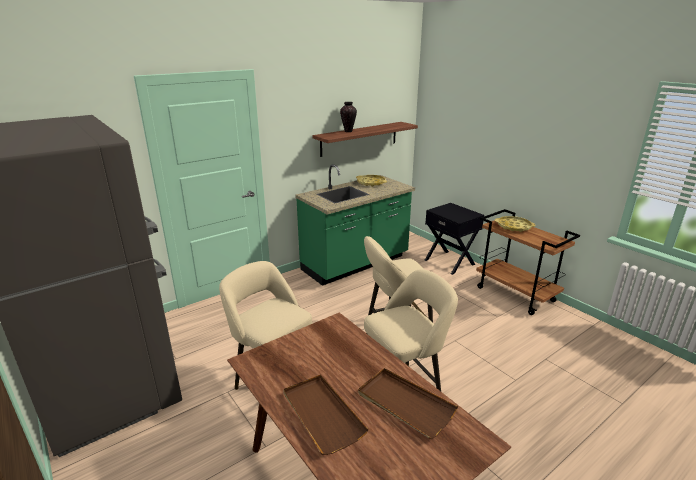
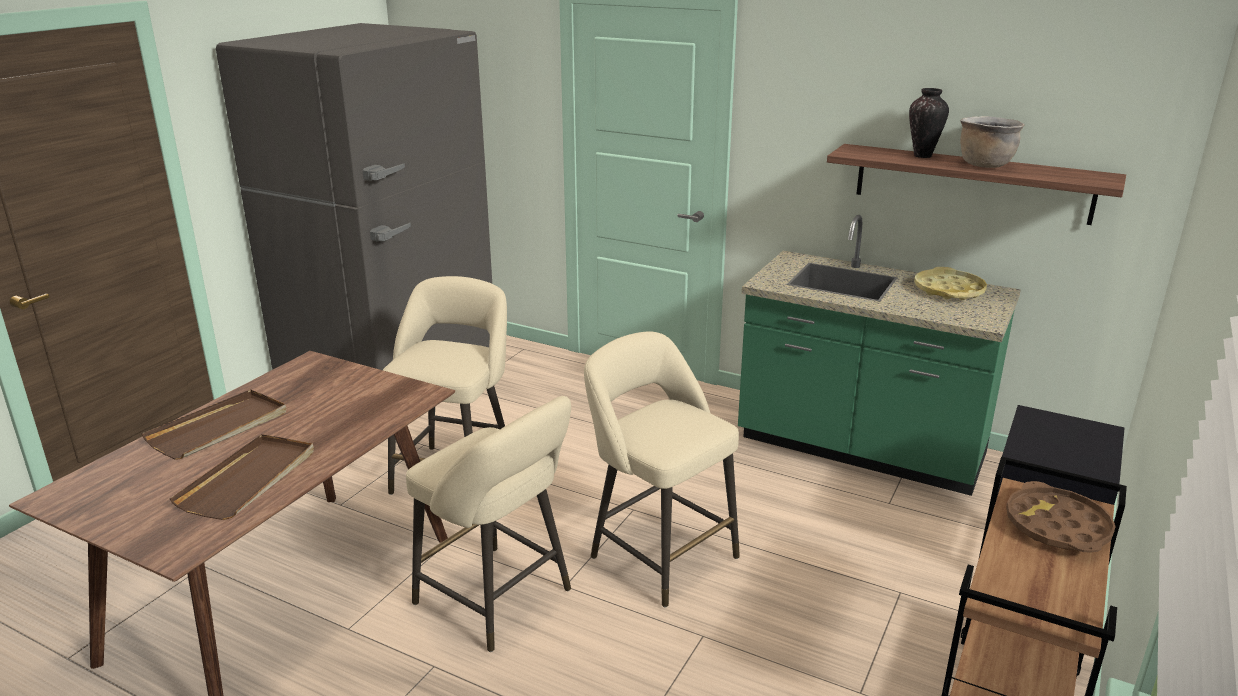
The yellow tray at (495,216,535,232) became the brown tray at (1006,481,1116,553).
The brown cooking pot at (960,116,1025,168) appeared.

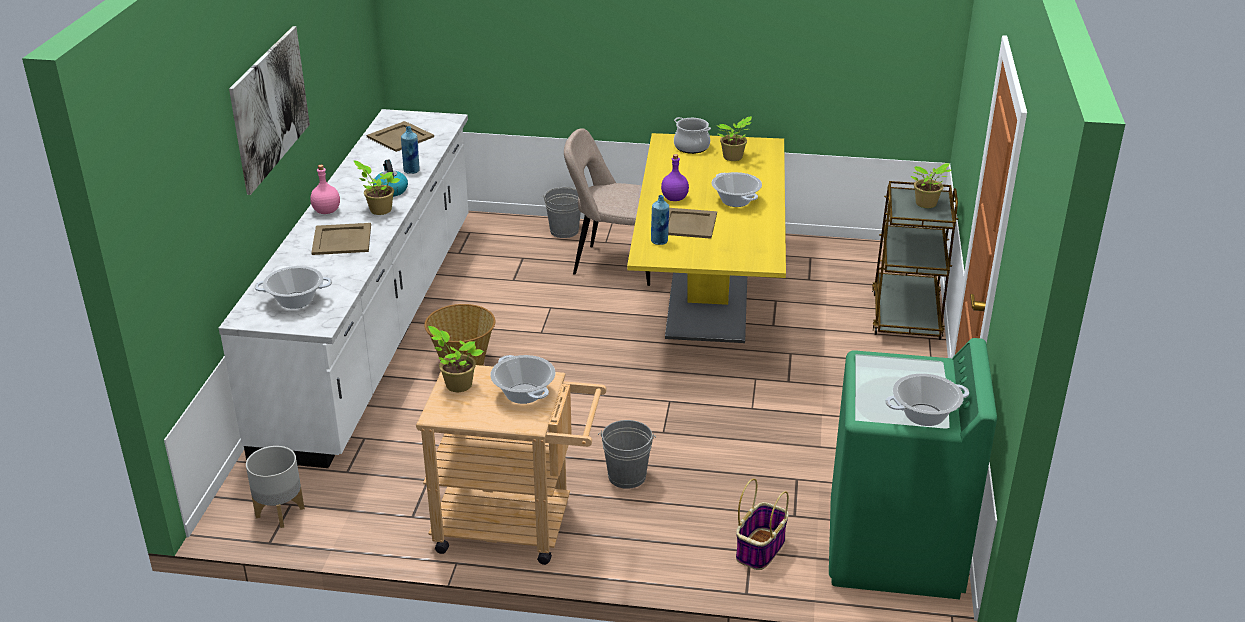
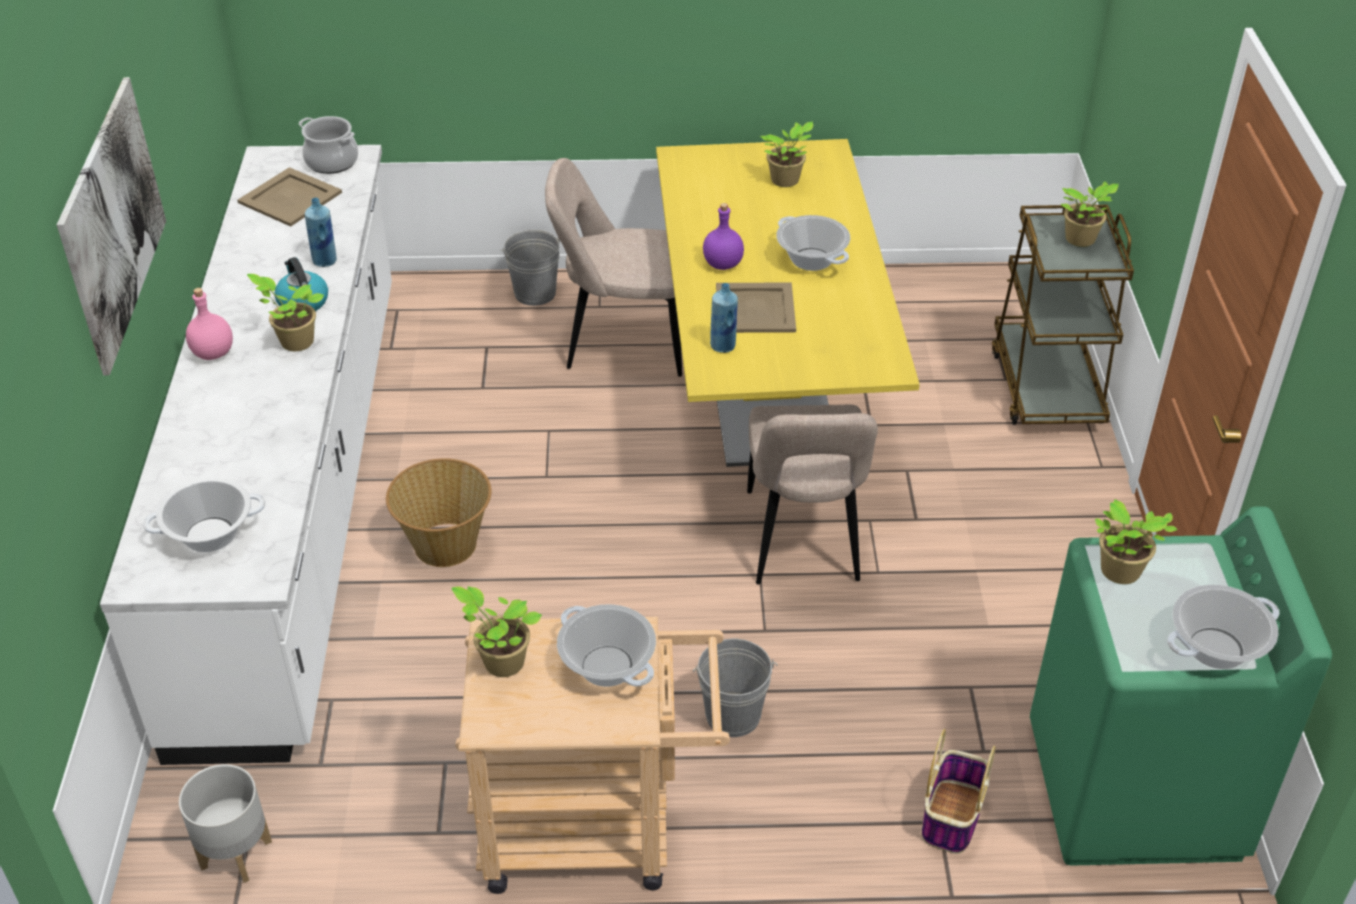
The cooking pot moved from (674,117,711,154) to (299,116,358,174).
The beige tray at (311,223,371,255) disappeared.
The beige chair at (747,405,878,585) appeared.
The potted plant at (1095,499,1177,584) appeared.

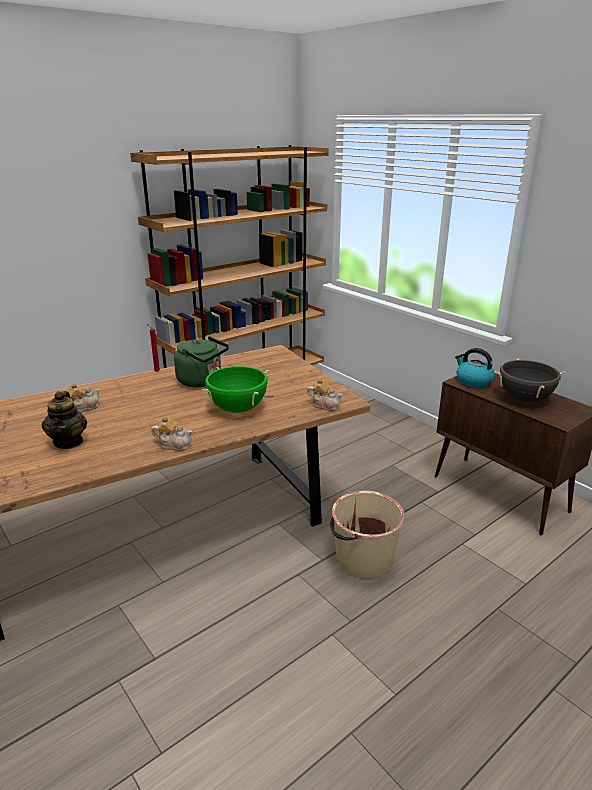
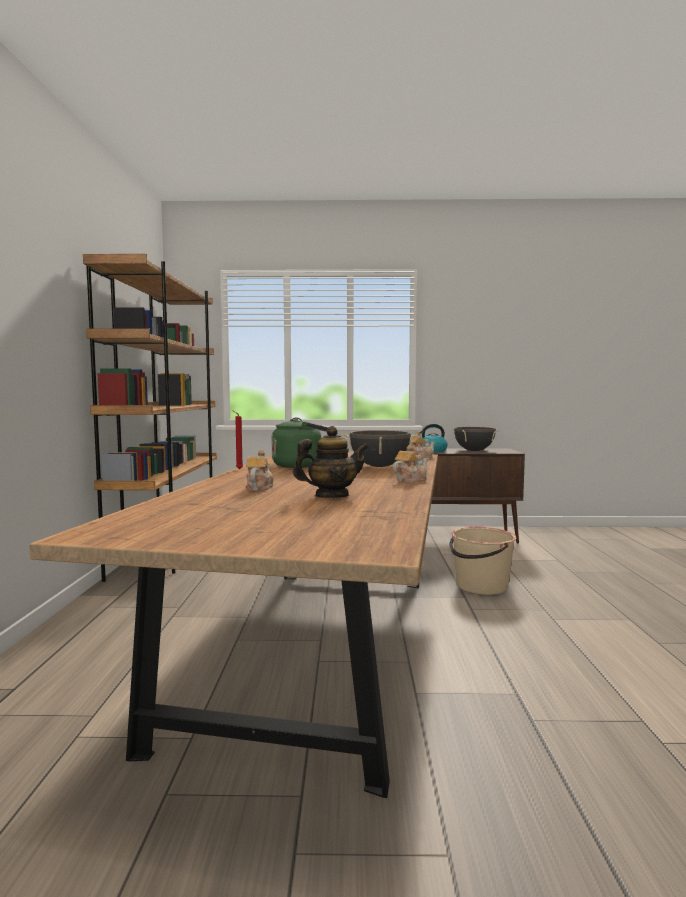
The green cooking pot at (202,366,269,413) became the black cooking pot at (342,430,418,467).
The teapot at (42,391,87,449) turned 45 degrees counterclockwise.

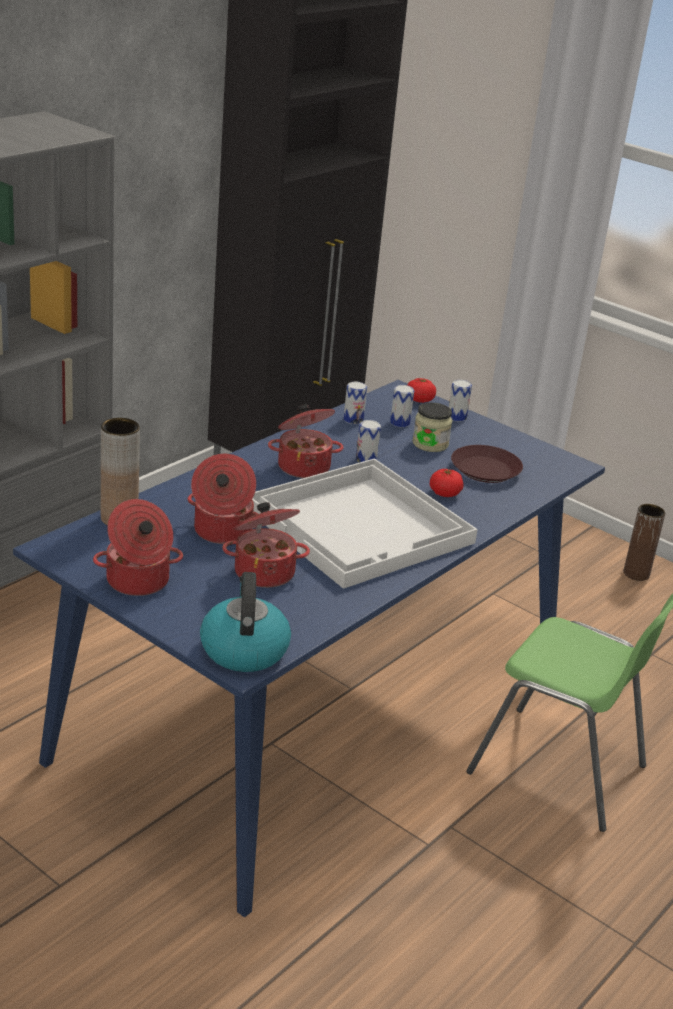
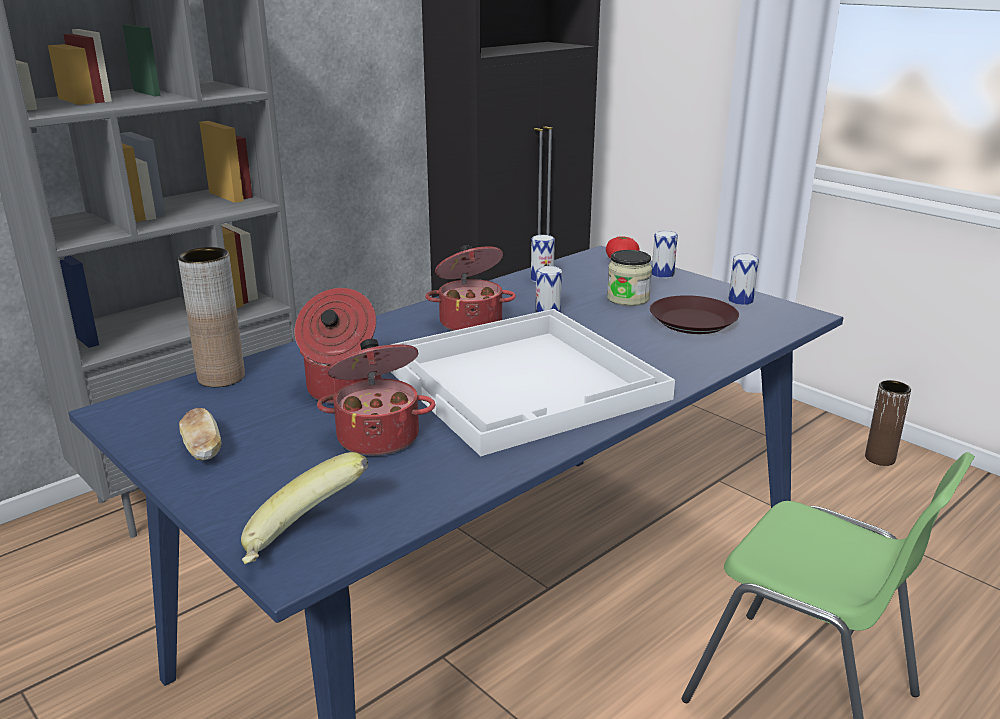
The can moved from (390,385,414,428) to (729,254,759,305).
The tomato at (430,469,464,497) disappeared.
The cooking pot at (93,499,183,596) was replaced by the bread at (179,408,222,461).
The kettle at (200,572,291,672) was replaced by the banana at (241,452,368,564).

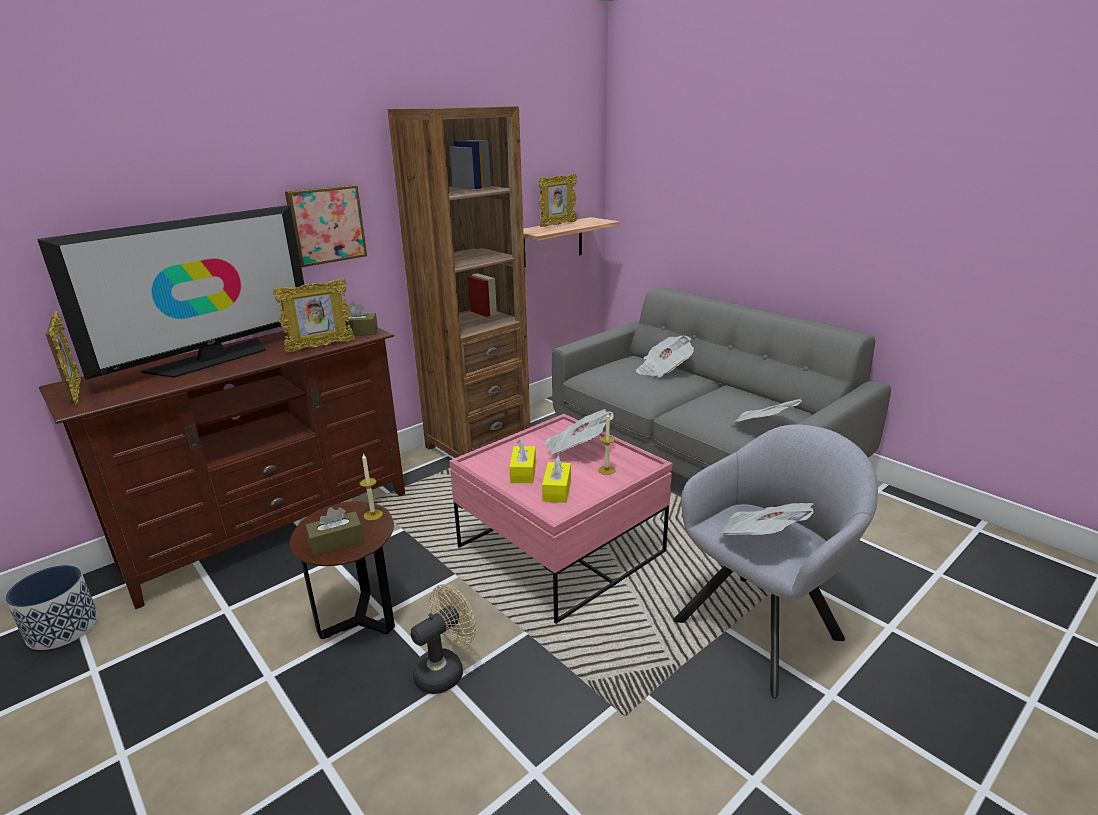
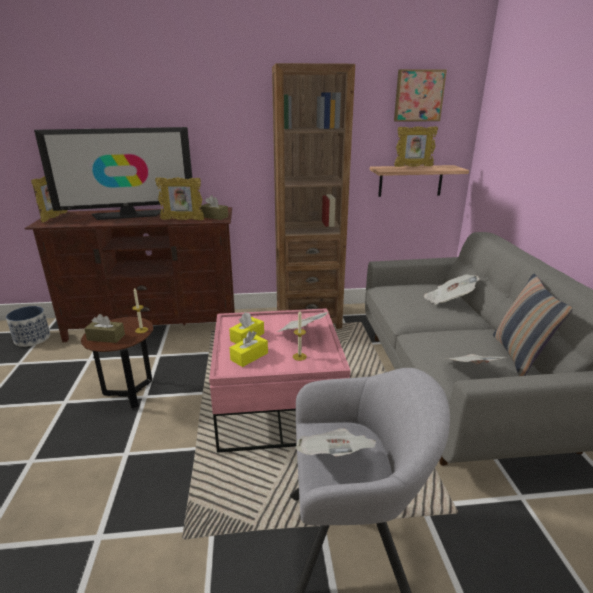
The picture moved from (285,185,367,267) to (394,69,447,122).
The beige fan at (411,584,476,694) disappeared.
The pillow at (493,273,572,376) appeared.

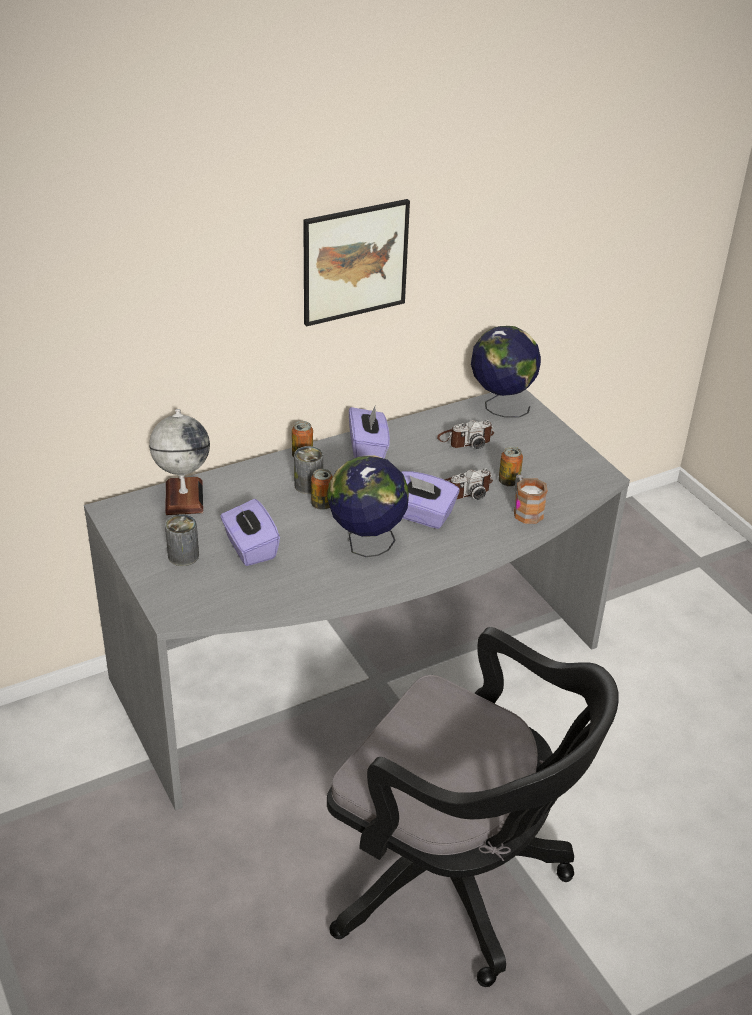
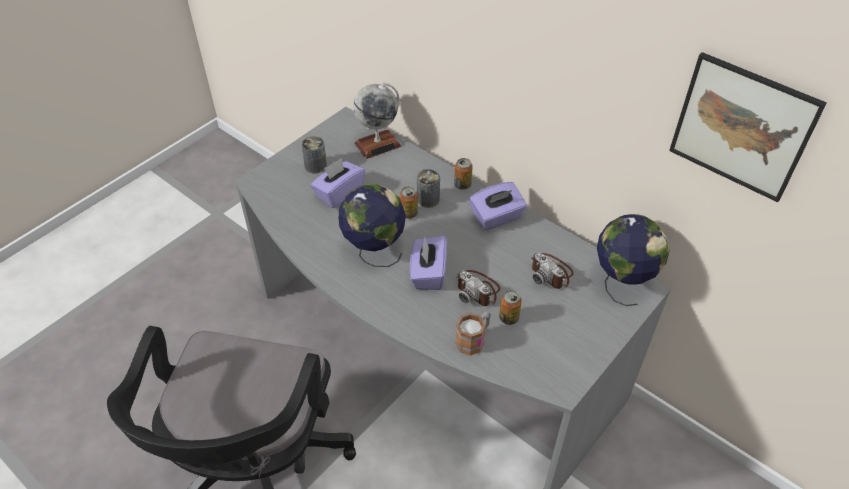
The picture moved from (303,199,410,327) to (669,52,827,202).

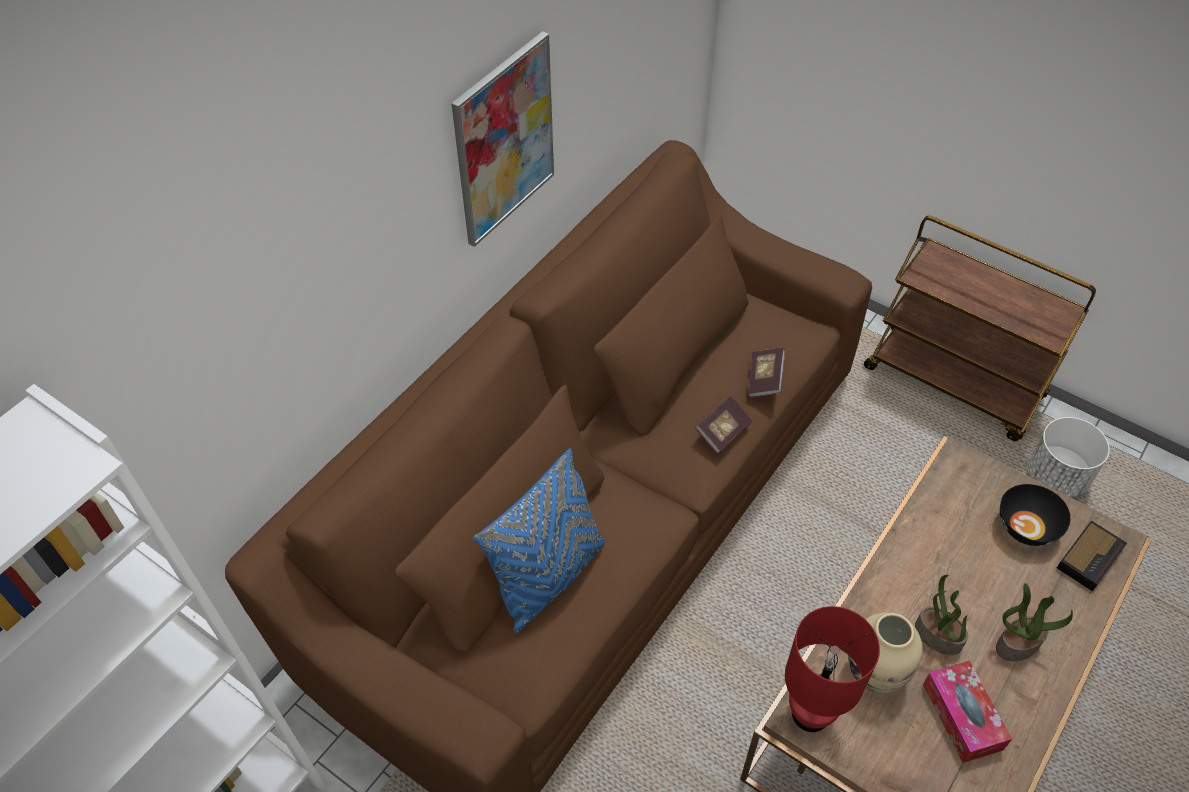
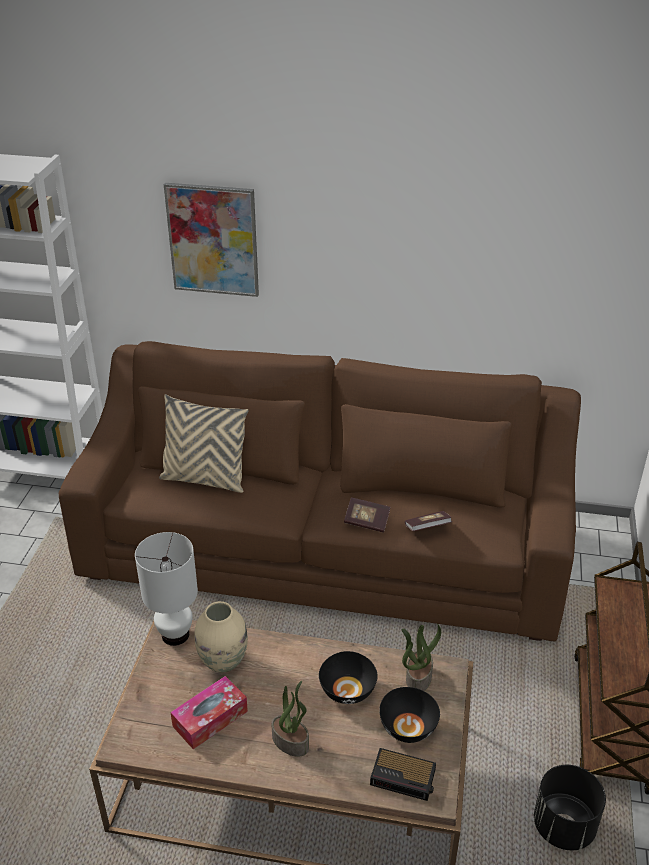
The picture moved from (451,31,554,247) to (164,183,259,297).
The white planter at (1028,417,1110,497) became the black planter at (534,765,606,850).
The blue pillow at (473,448,605,633) became the beige pillow at (159,394,249,493).
The potted plant moved from (915,575,968,655) to (402,624,441,691).
The red table lamp at (785,606,880,732) became the white table lamp at (135,532,198,646).
The black bowl at (319,651,378,704) appeared.

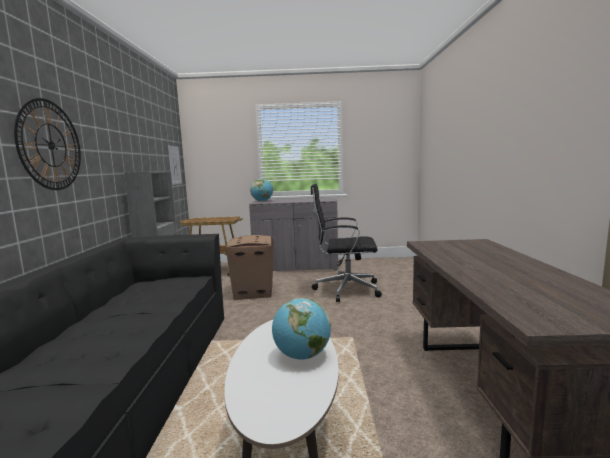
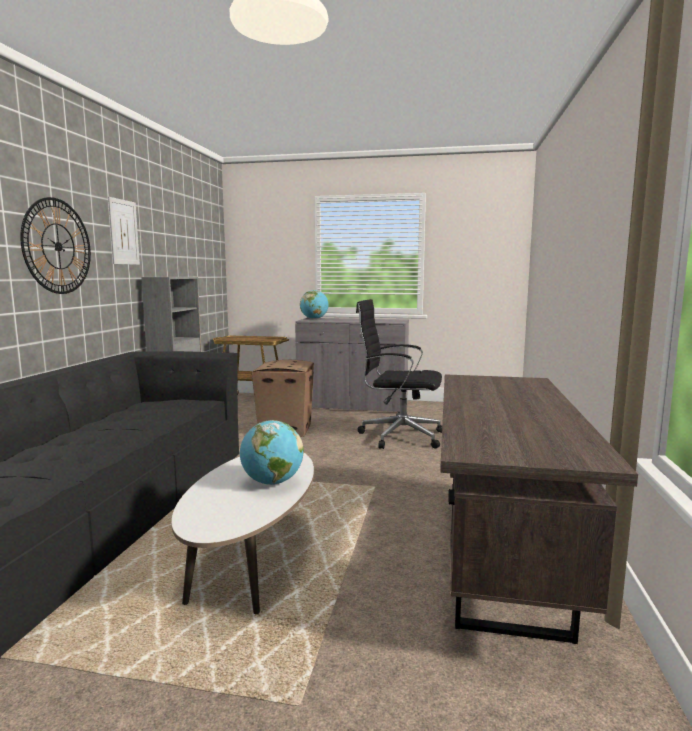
The picture moved from (168,146,182,185) to (108,197,140,265).

